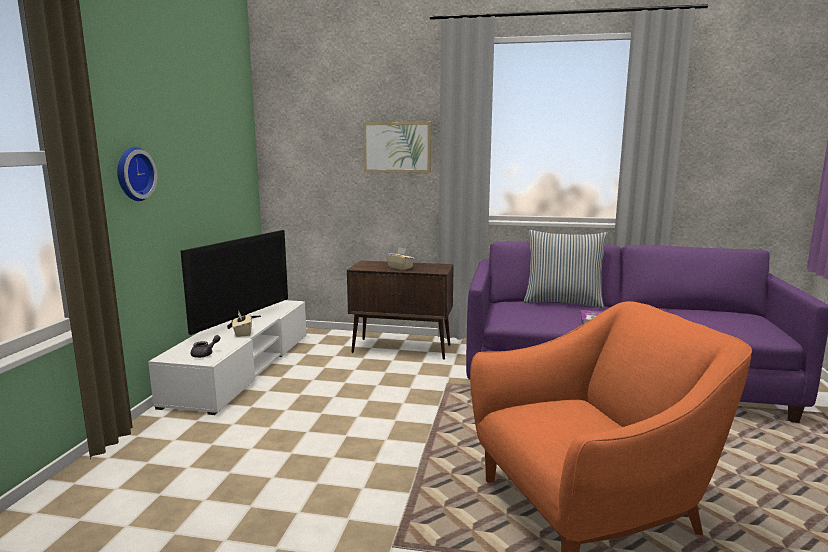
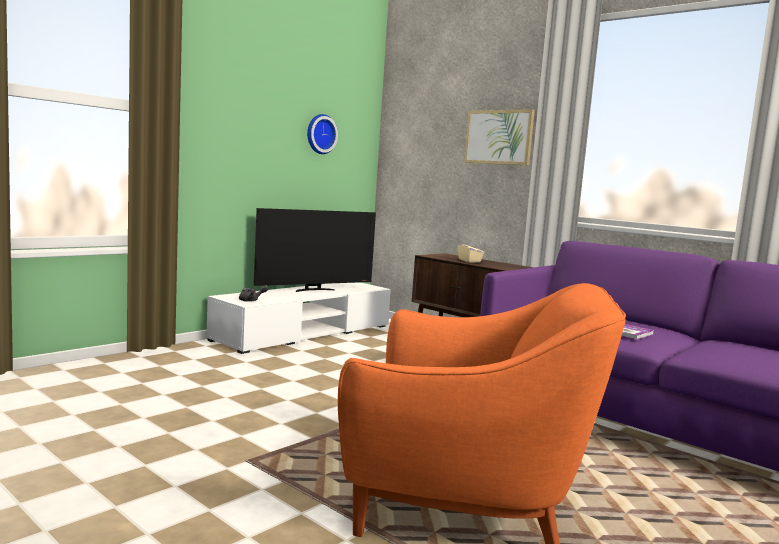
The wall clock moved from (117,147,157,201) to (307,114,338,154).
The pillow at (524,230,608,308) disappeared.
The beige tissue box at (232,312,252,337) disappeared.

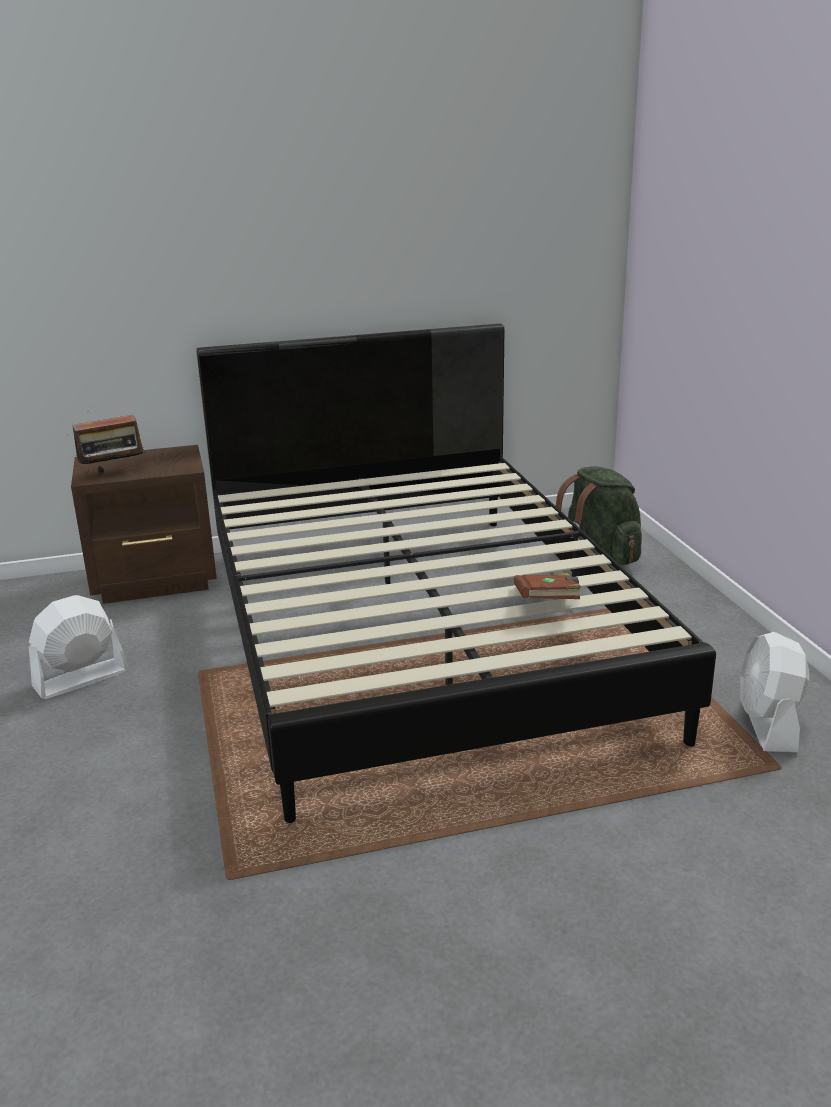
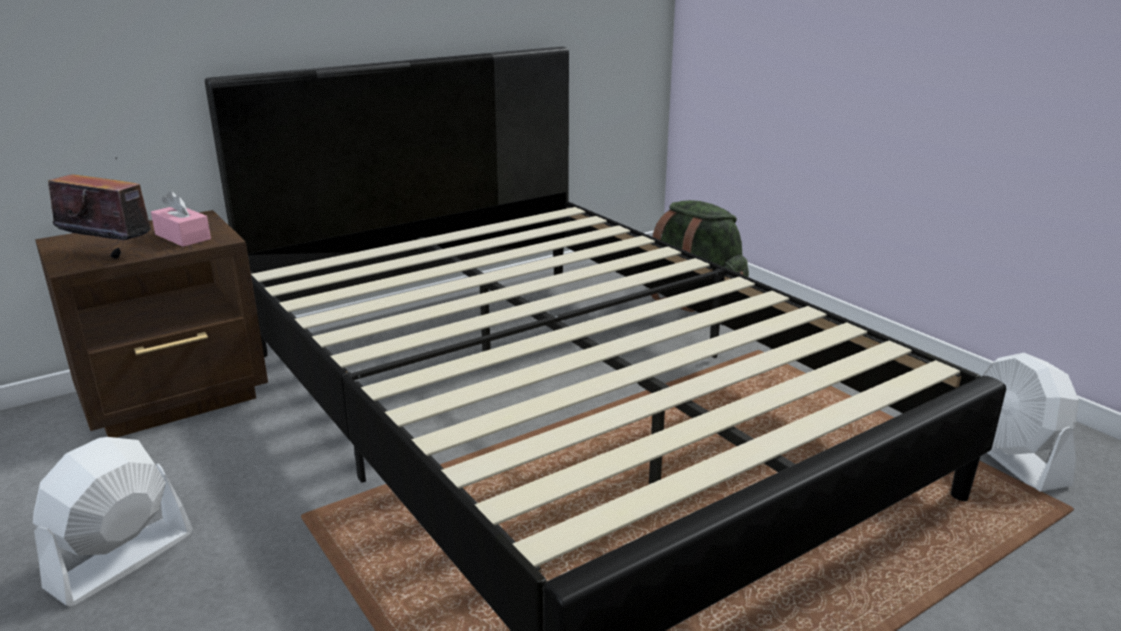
The radio at (67,411,147,473) turned 120 degrees counterclockwise.
The brown book at (514,573,581,599) disappeared.
The pink tissue box at (151,191,211,247) appeared.

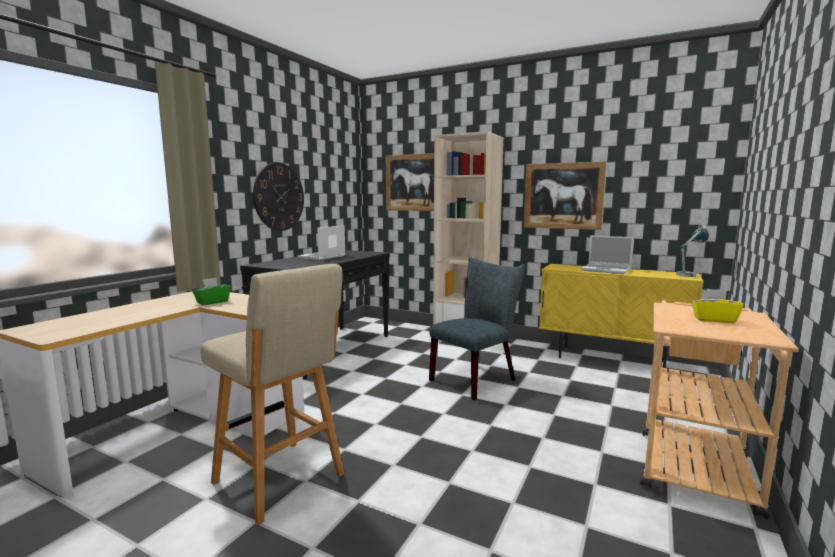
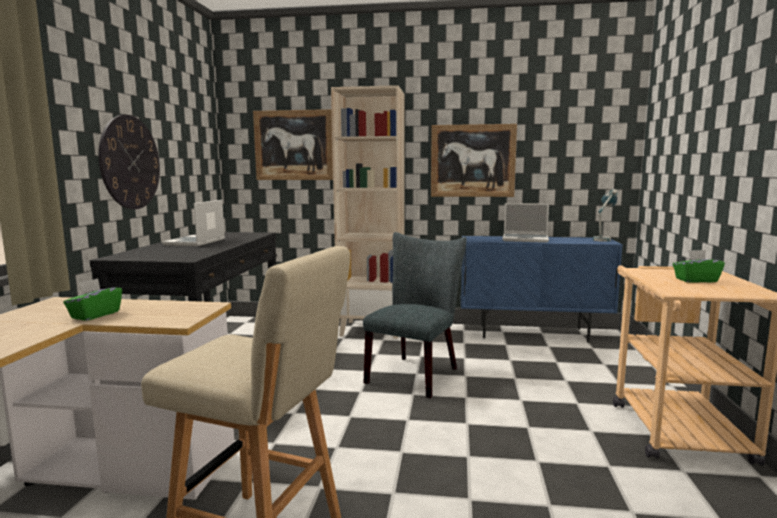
The yellow cabinet at (539,264,703,368) became the blue cabinet at (461,236,623,343).
The yellow tissue box at (691,289,744,323) became the green tissue box at (673,250,725,283).

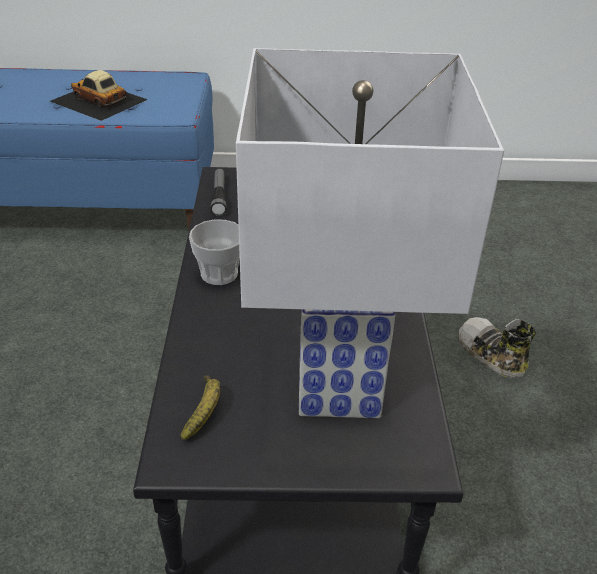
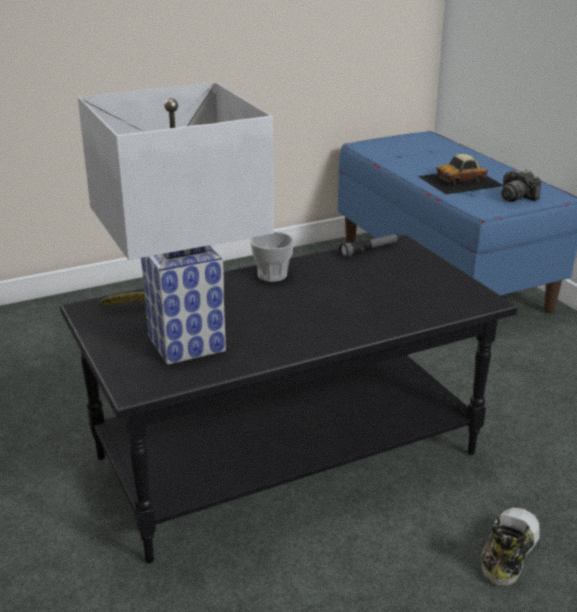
The toy car at (50,70,148,121) turned 120 degrees counterclockwise.
The photo camera at (501,169,541,202) appeared.

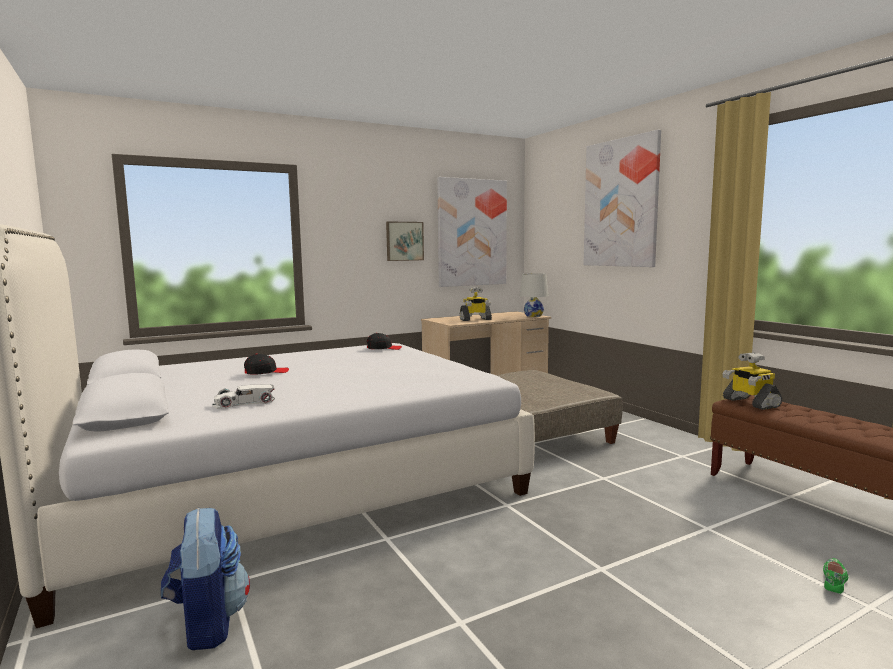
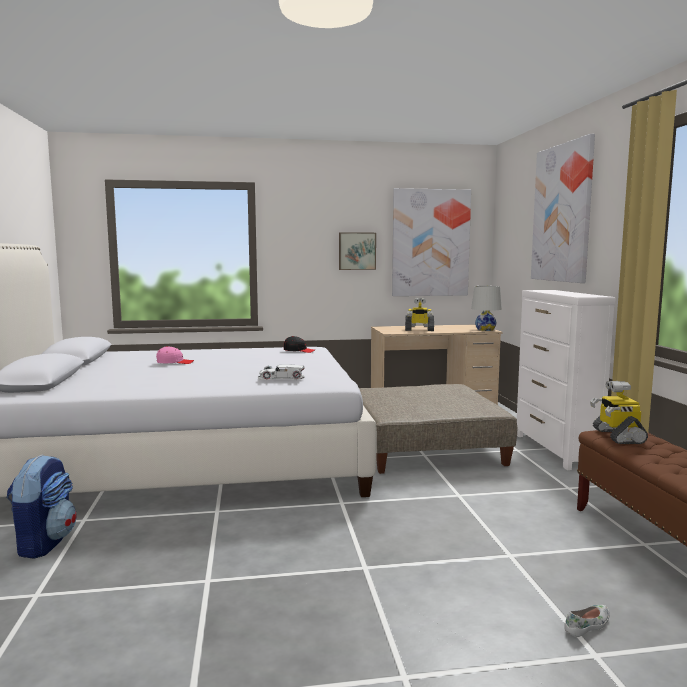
The black cap at (244,354,289,375) became the pink cap at (156,346,194,364).
The white toy car moved from (212,384,275,409) to (258,364,305,381).
The green shoe at (823,558,848,594) became the white shoe at (564,605,610,637).
The white dresser at (517,290,616,470) appeared.

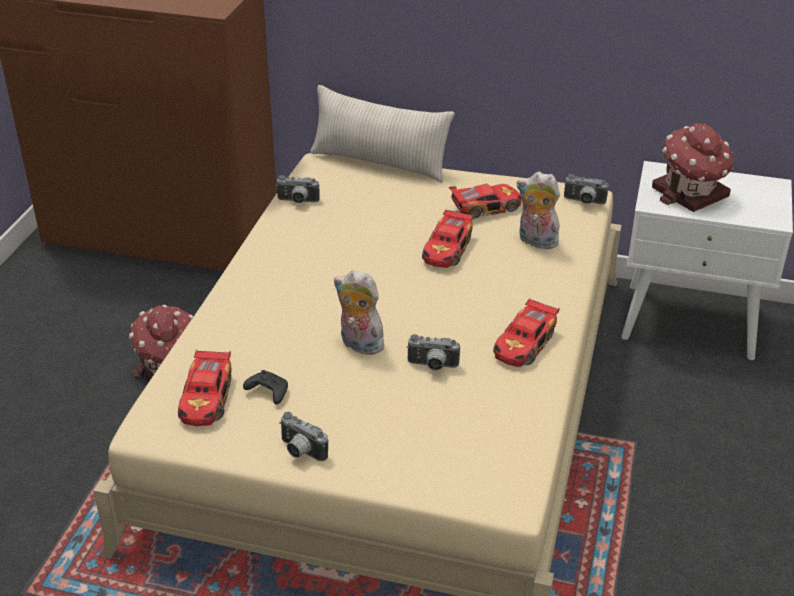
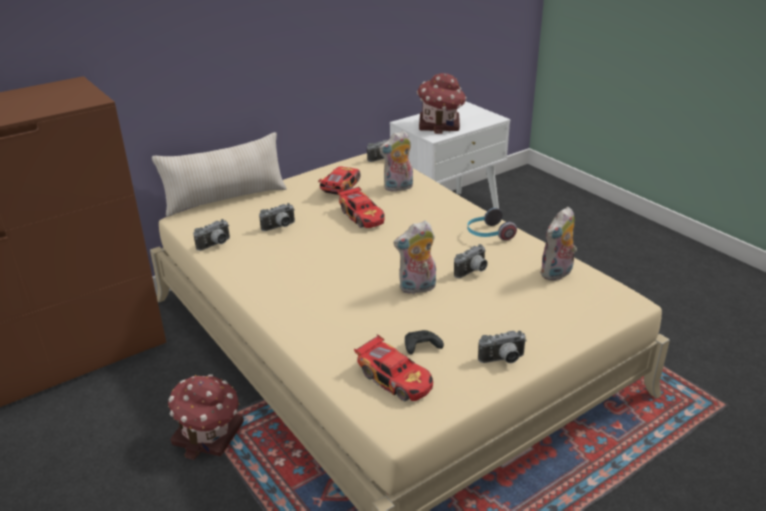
The toy car at (493,298,560,367) was replaced by the headphones at (467,208,517,241).
The photo camera at (259,203,295,231) appeared.
The plush toy at (540,207,577,281) appeared.

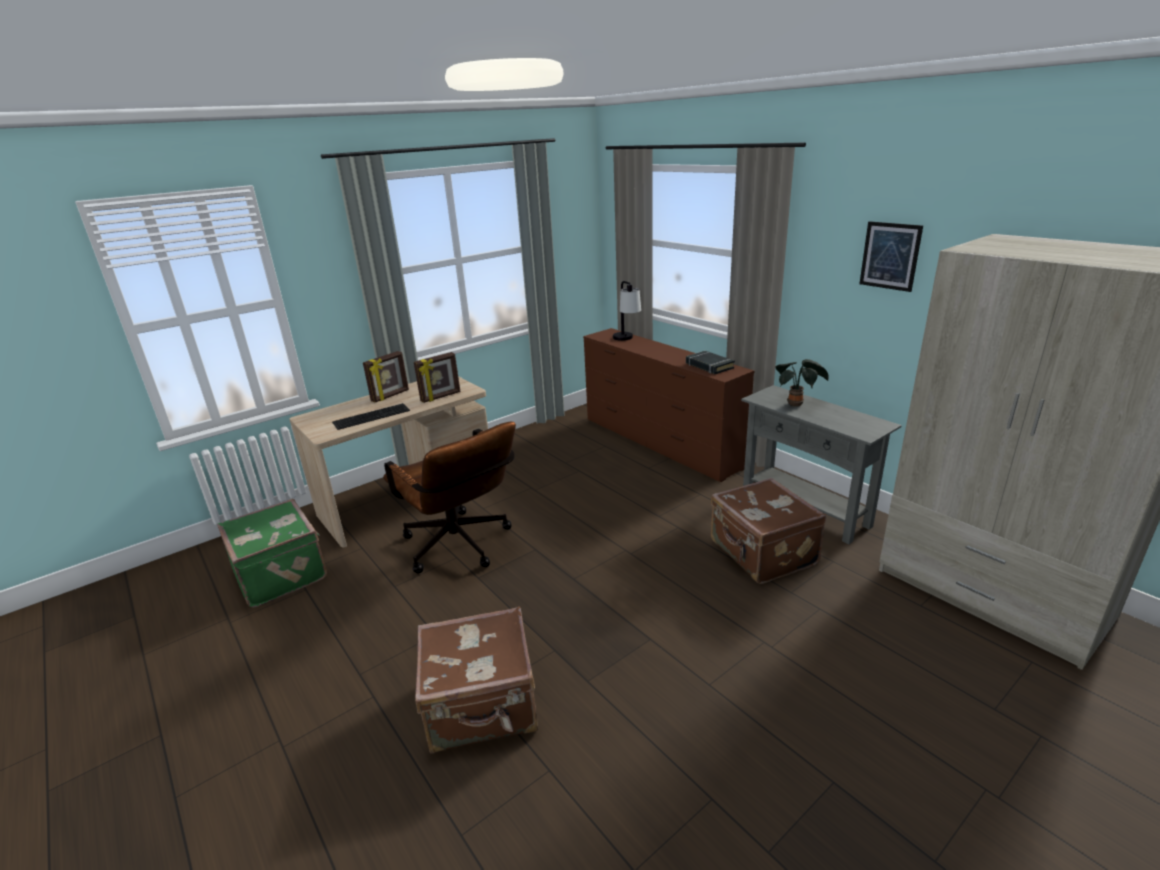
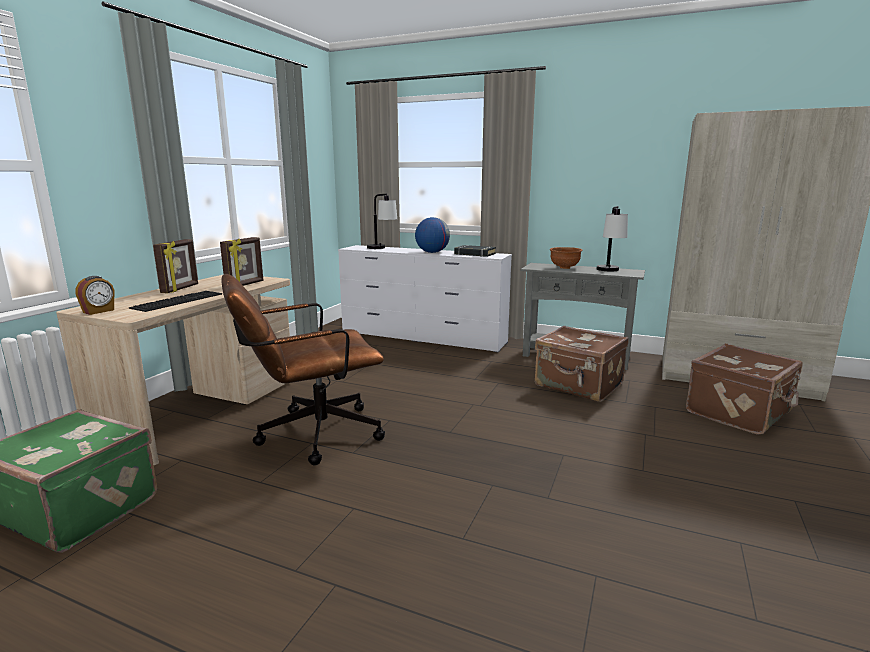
The picture at (859,221,923,292) disappeared.
The brown dresser at (583,328,755,482) became the white dresser at (338,245,512,353).
The potted plant at (775,359,829,407) was replaced by the brown bowl at (550,247,582,269).
The brown office chair at (383,422,516,574) turned 135 degrees clockwise.
The brown suitcase moved from (415,606,538,753) to (686,344,802,435).
The table lamp at (597,206,628,271) appeared.
The globe at (415,217,450,253) appeared.
The alarm clock at (75,276,115,315) appeared.

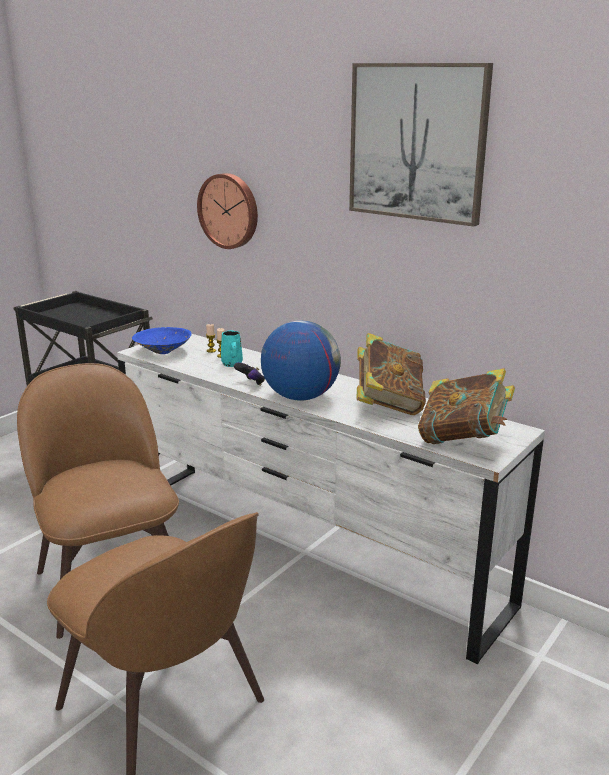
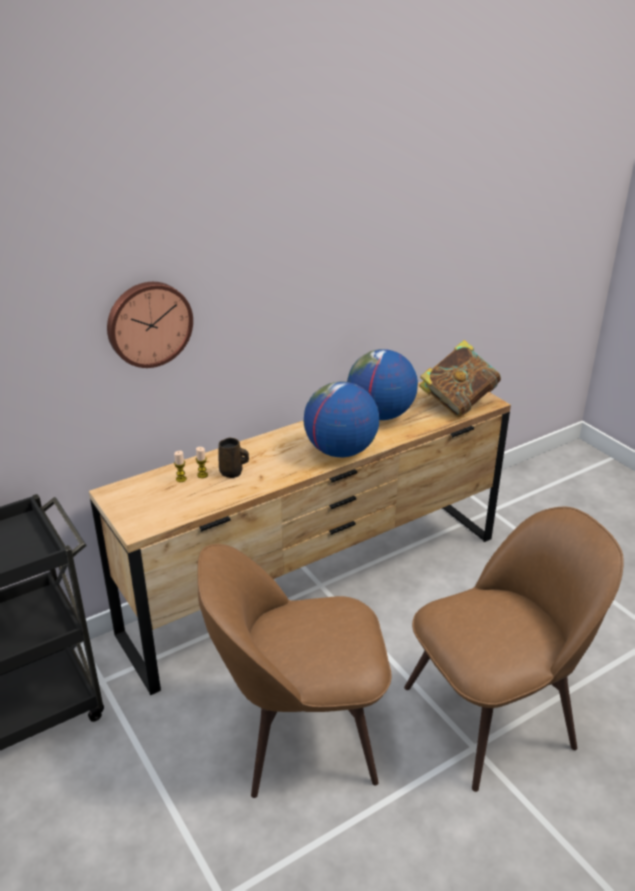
The picture at (349,63,493,227) disappeared.
The blue bowl at (132,327,192,354) disappeared.
The turquoise mug at (221,330,243,367) became the brown mug at (218,438,249,478).
The book at (357,333,426,415) was replaced by the globe at (347,349,418,420).
The white dresser at (117,334,545,664) became the brown dresser at (89,381,511,695).
The game controller at (234,362,265,386) disappeared.

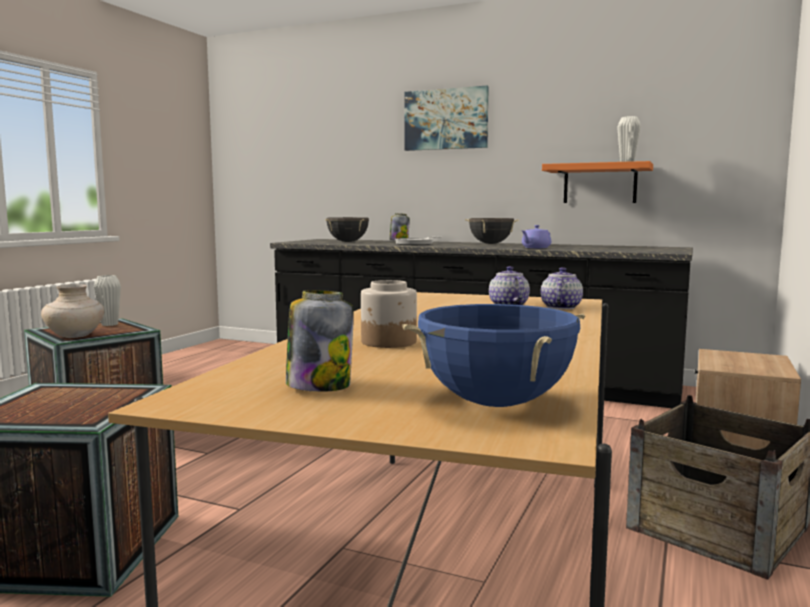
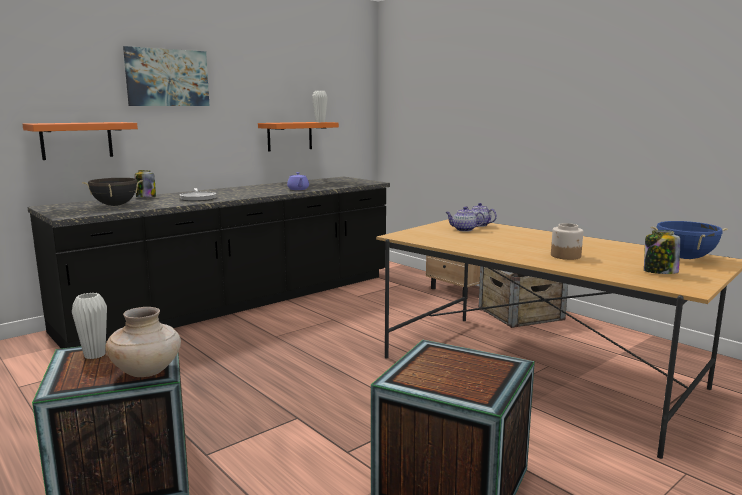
The black cooking pot at (465,218,519,244) disappeared.
The orange shelf at (22,122,138,160) appeared.

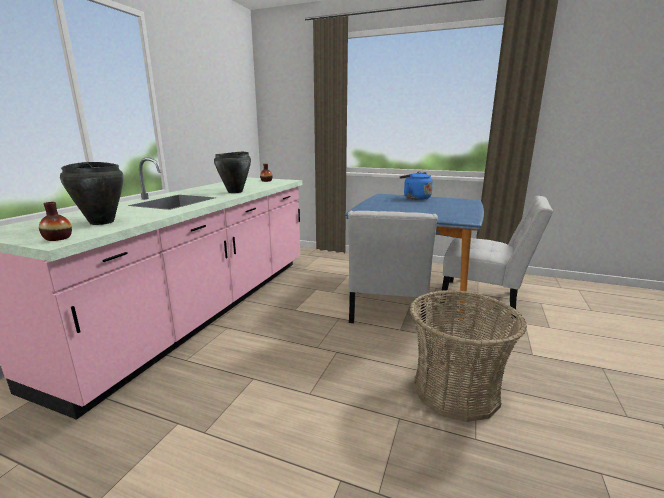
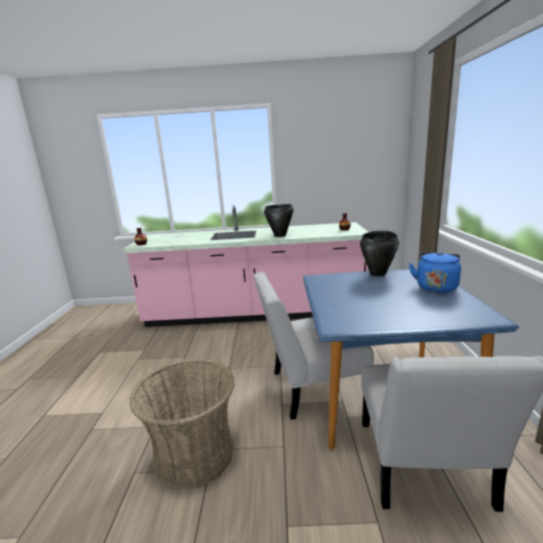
The black cooking pot moved from (60,162,124,225) to (360,230,399,276).

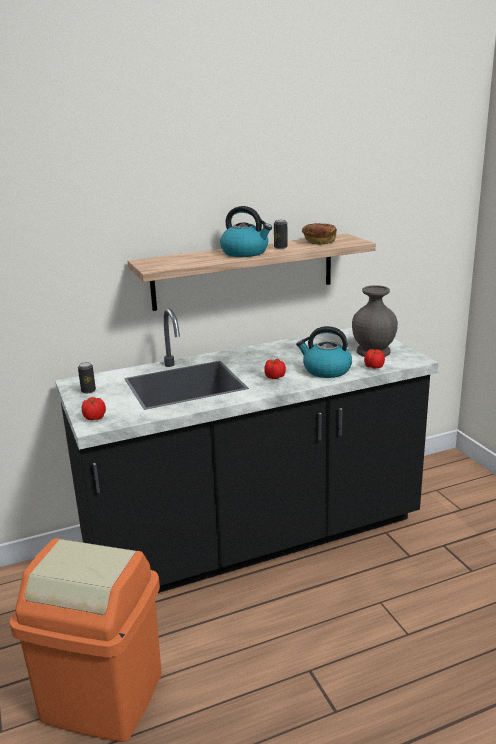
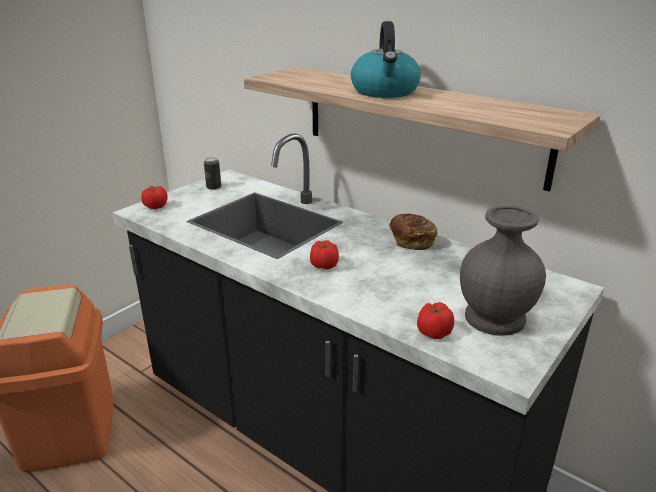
The can at (274,220,288,249) disappeared.
The bread moved from (302,223,337,245) to (389,213,437,250).
The kettle at (296,326,352,378) disappeared.

